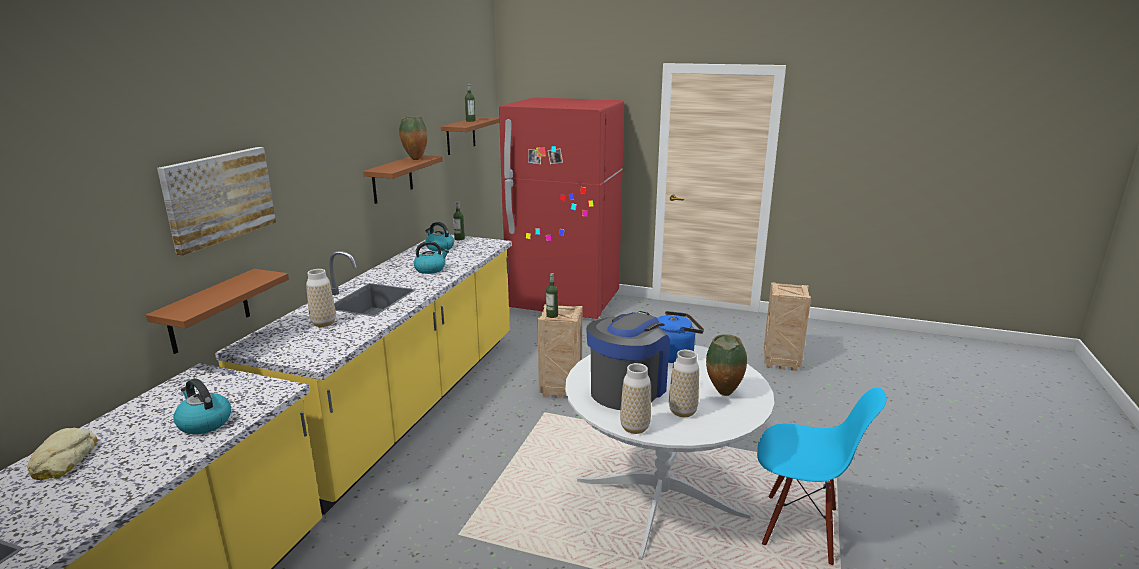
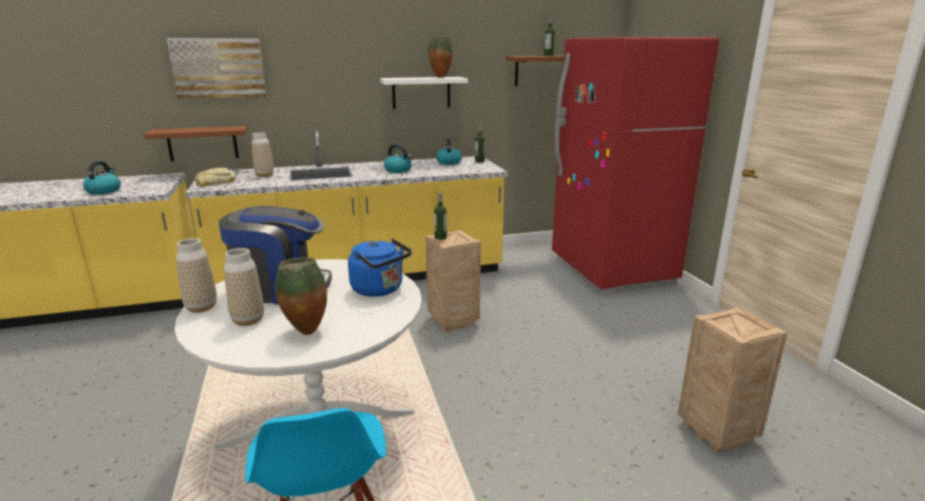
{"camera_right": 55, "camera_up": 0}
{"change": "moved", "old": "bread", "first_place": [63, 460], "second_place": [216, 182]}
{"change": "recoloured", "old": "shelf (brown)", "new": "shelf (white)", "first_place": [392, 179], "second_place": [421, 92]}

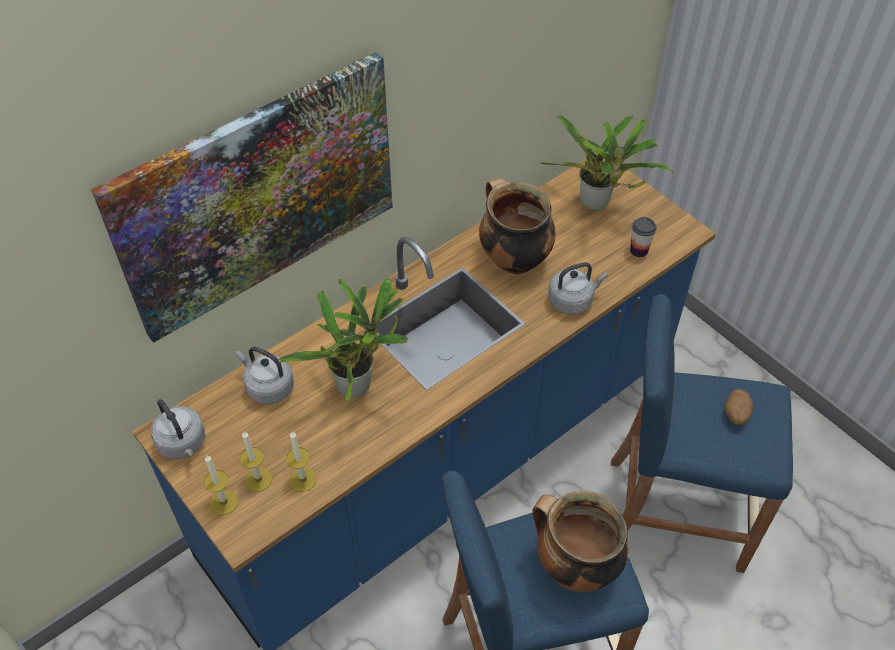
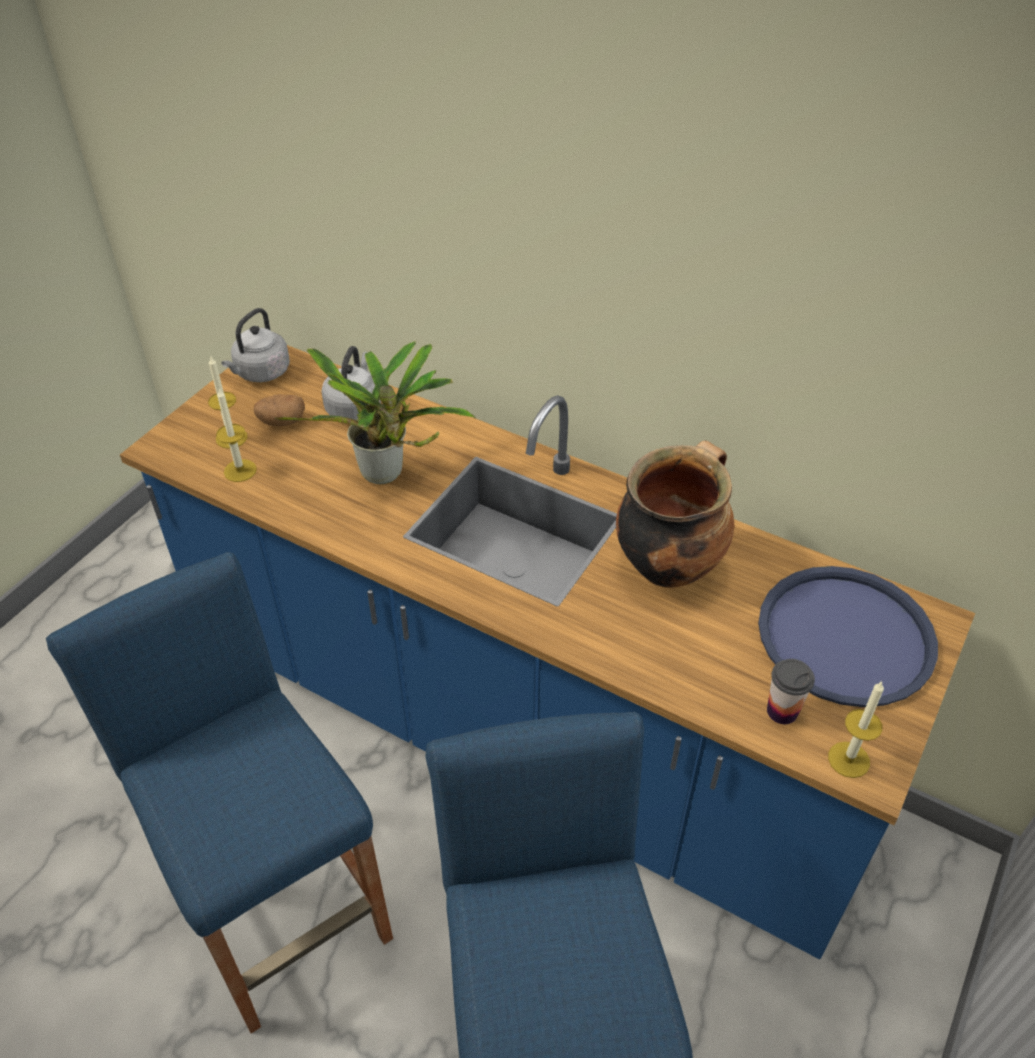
{"camera_right": 70, "camera_up": -5}
{"change": "moved", "old": "potato", "first_place": [736, 415], "second_place": [282, 421]}
{"change": "replaced", "old": "potted plant", "new": "tray (blue)", "first_place": [597, 205], "second_place": [845, 636]}
{"change": "moved", "old": "candle", "first_place": [224, 502], "second_place": [849, 759]}
{"change": "removed", "old": "picture", "first_place": [259, 196]}
{"change": "removed", "old": "cooking pot", "first_place": [574, 566]}
{"change": "removed", "old": "kettle (grey)", "first_place": [572, 300]}

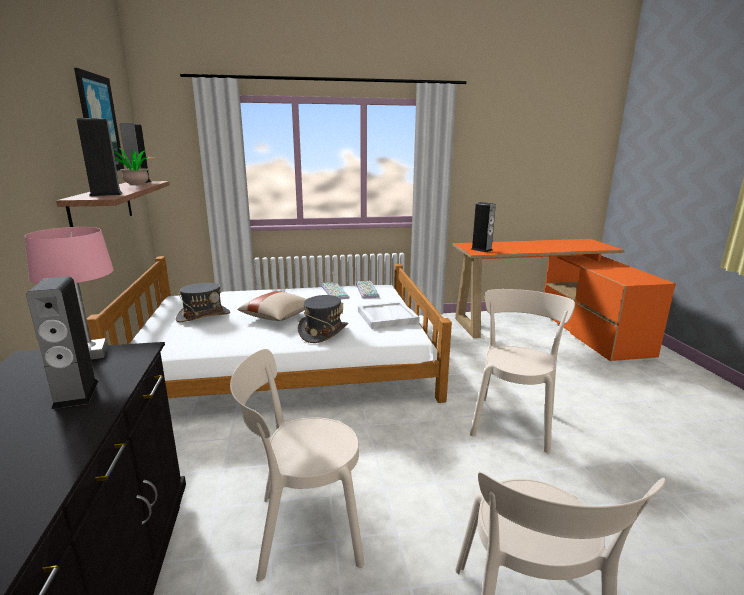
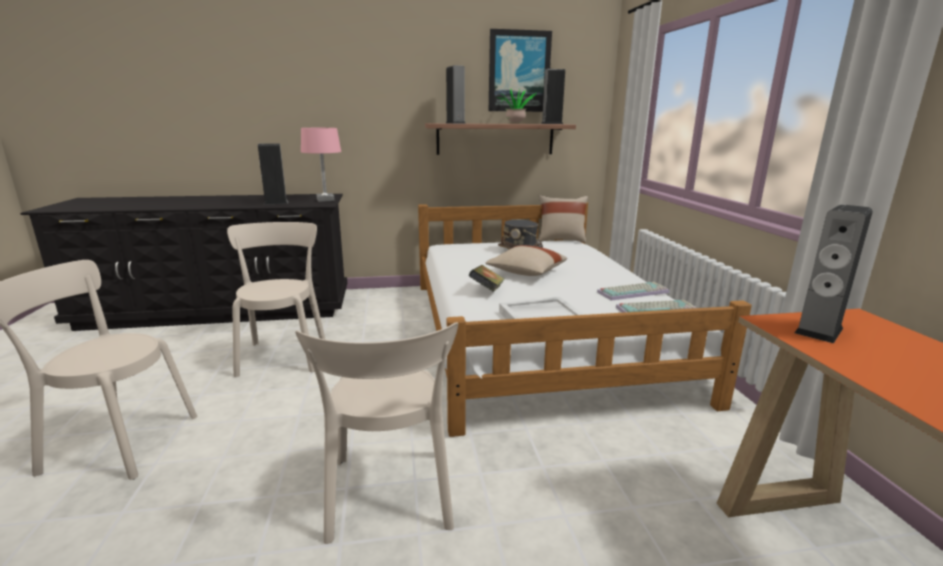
{"camera_right": 90, "camera_up": 0}
{"change": "turned", "old": "chair (beige)", "first_place": [513, 421], "second_place": [390, 498], "degrees": 60}
{"change": "replaced", "old": "hat (grey)", "new": "book", "first_place": [323, 332], "second_place": [487, 291]}
{"change": "added", "new": "pillow (beige)", "second_place": [561, 240]}

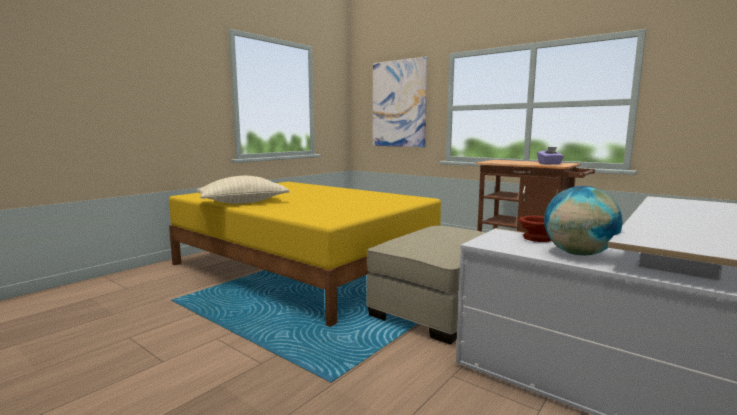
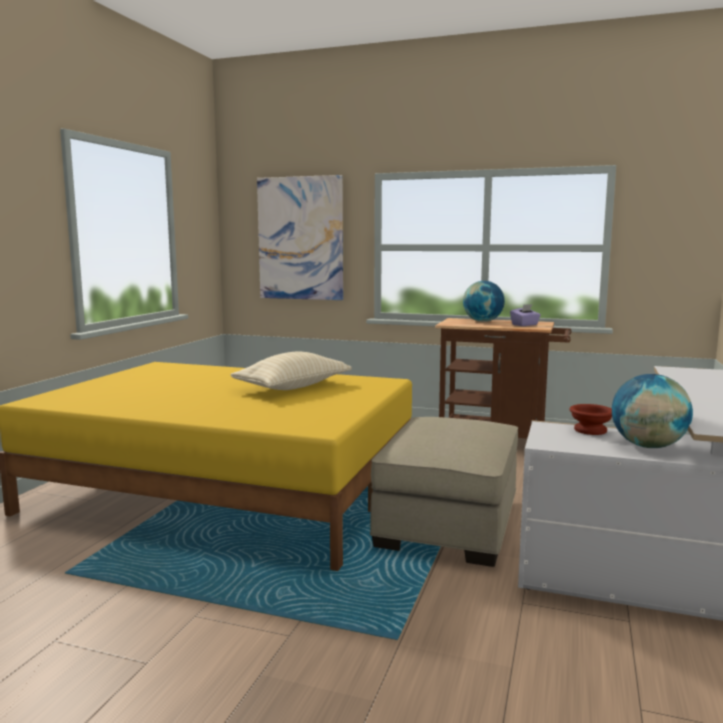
{"camera_right": -20, "camera_up": 0}
{"change": "moved", "old": "pillow (beige)", "first_place": [243, 202], "second_place": [293, 387]}
{"change": "added", "new": "globe", "second_place": [482, 321]}

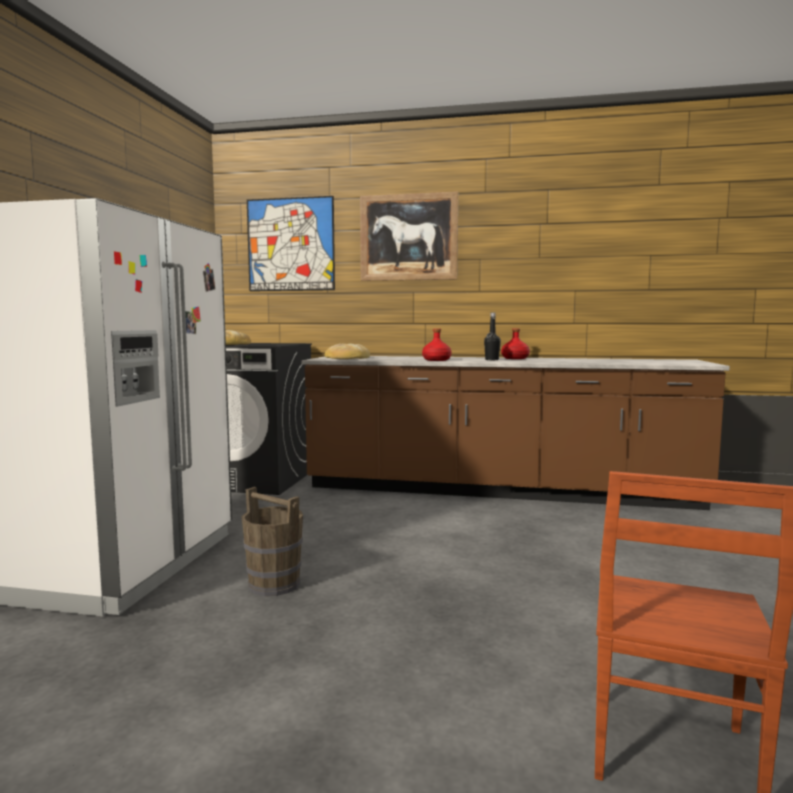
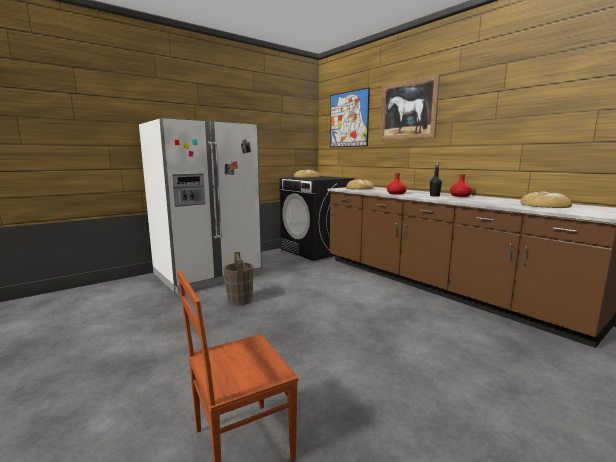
{"camera_right": 40, "camera_up": 5}
{"change": "added", "new": "bread", "second_place": [545, 205]}

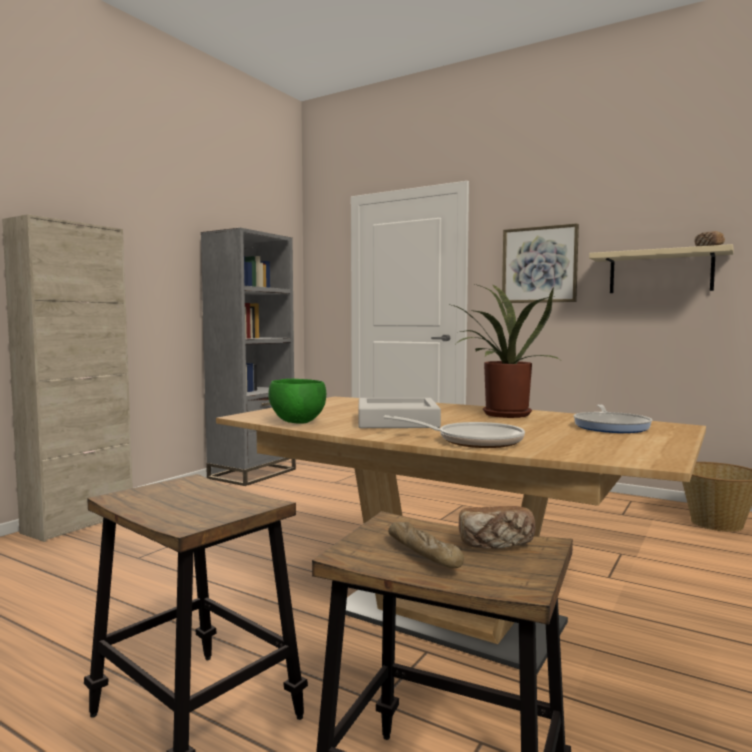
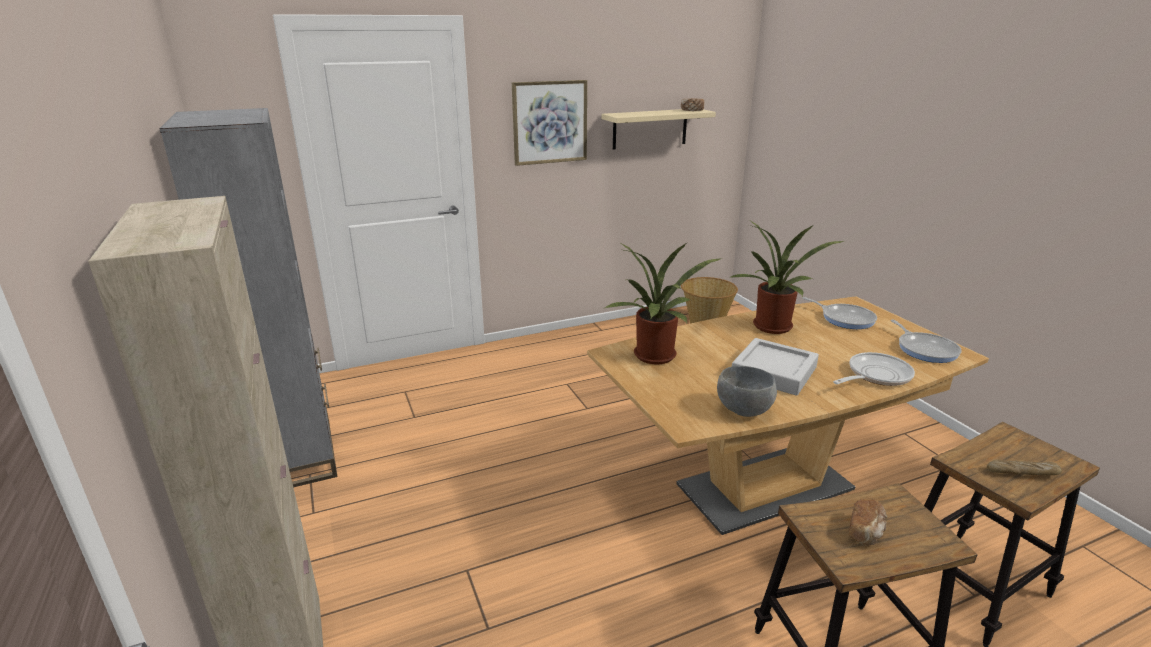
{"camera_right": -55, "camera_up": 20}
{"change": "added", "new": "potted plant", "second_place": [655, 358]}
{"change": "recoloured", "old": "bowl (green)", "new": "bowl (grey)", "first_place": [297, 422], "second_place": [744, 411]}
{"change": "moved", "old": "bread", "first_place": [495, 544], "second_place": [866, 532]}
{"change": "added", "new": "frying pan", "second_place": [925, 349]}

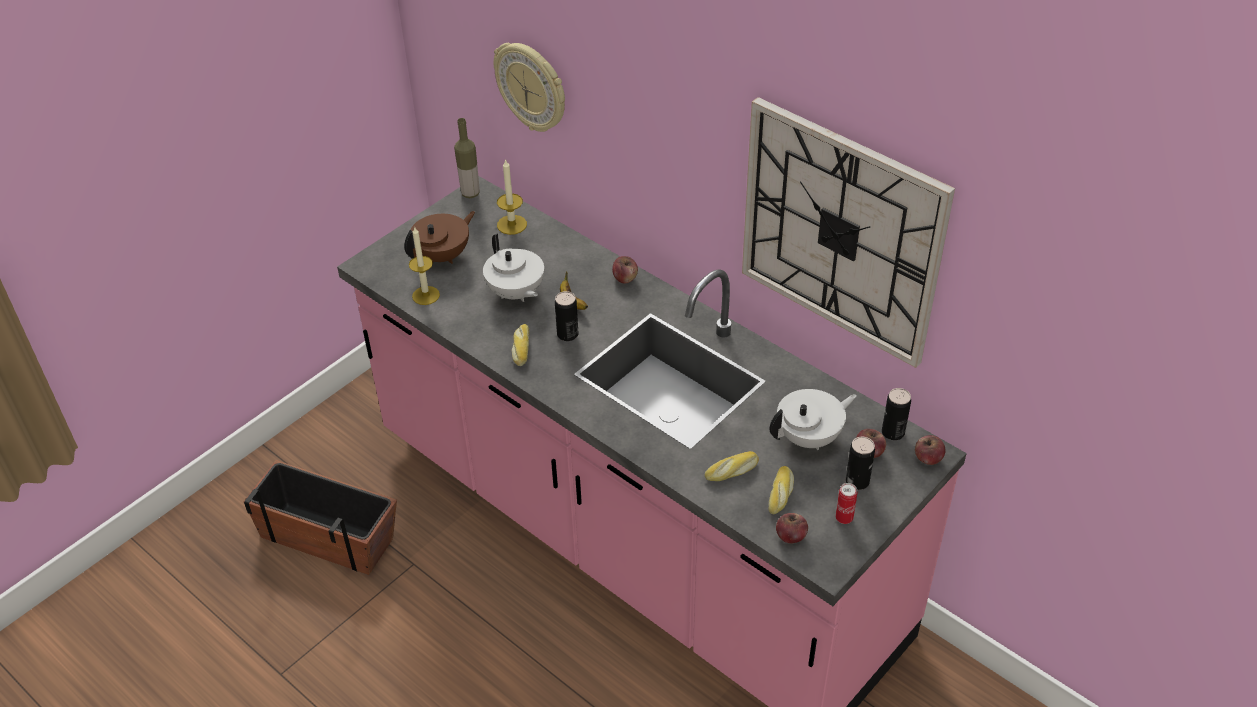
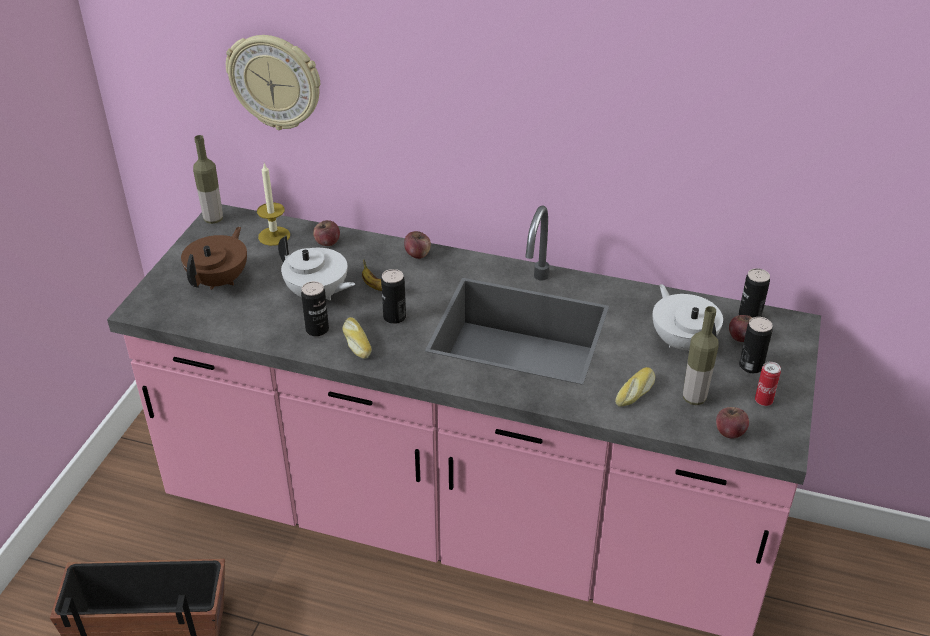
{"camera_right": -25, "camera_up": -5}
{"change": "added", "new": "can", "second_place": [317, 330]}
{"change": "moved", "old": "apple", "first_place": [927, 458], "second_place": [327, 242]}
{"change": "turned", "old": "teapot (white)", "first_place": [810, 437], "second_place": [683, 342], "degrees": -60}
{"change": "replaced", "old": "bread", "new": "bottle", "first_place": [781, 494], "second_place": [694, 398]}
{"change": "removed", "old": "candle", "first_place": [426, 295]}
{"change": "removed", "old": "wall clock", "first_place": [841, 232]}

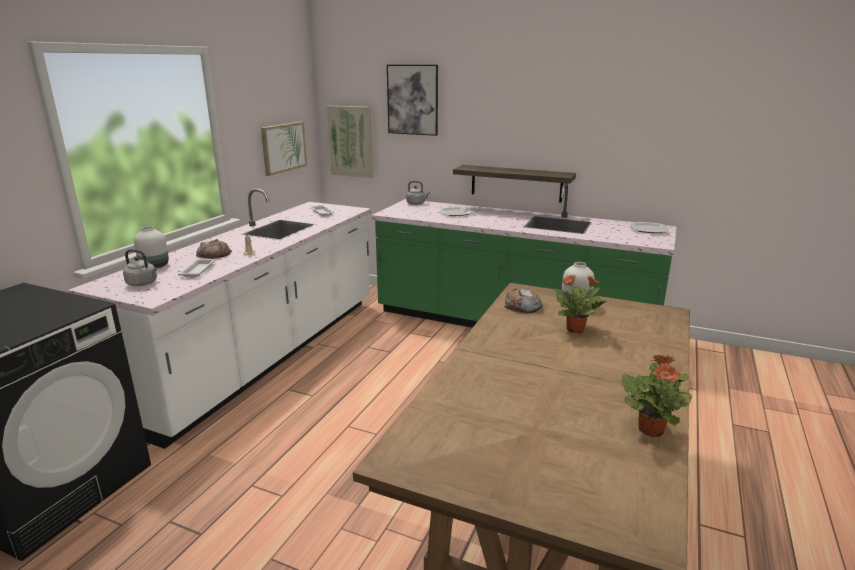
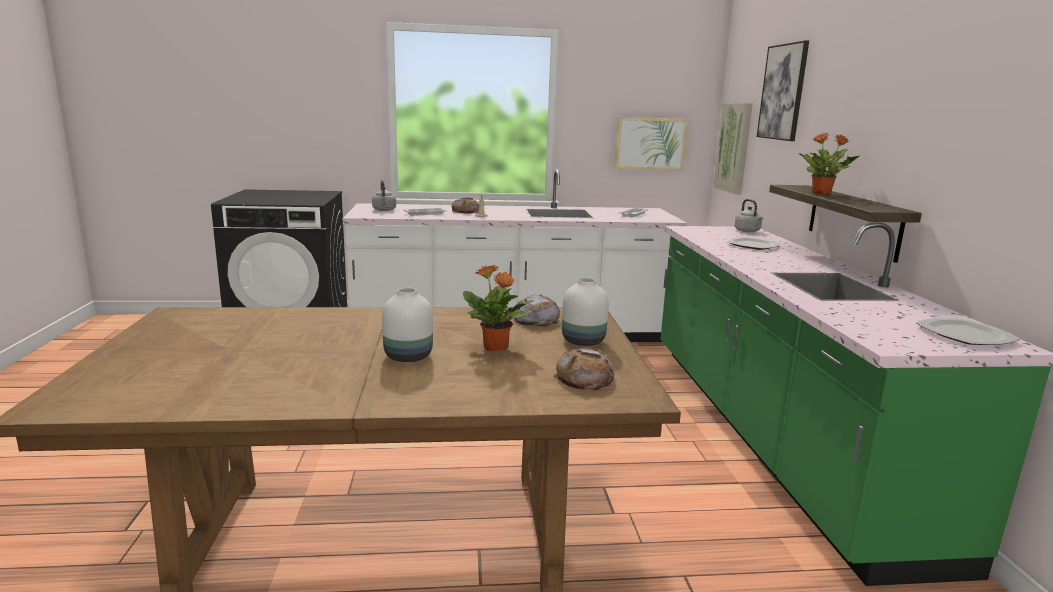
{"camera_right": 60, "camera_up": -5}
{"change": "moved", "old": "vase (white)", "first_place": [155, 266], "second_place": [408, 357]}
{"change": "added", "new": "bread", "second_place": [585, 377]}
{"change": "moved", "old": "potted plant", "first_place": [651, 429], "second_place": [822, 194]}

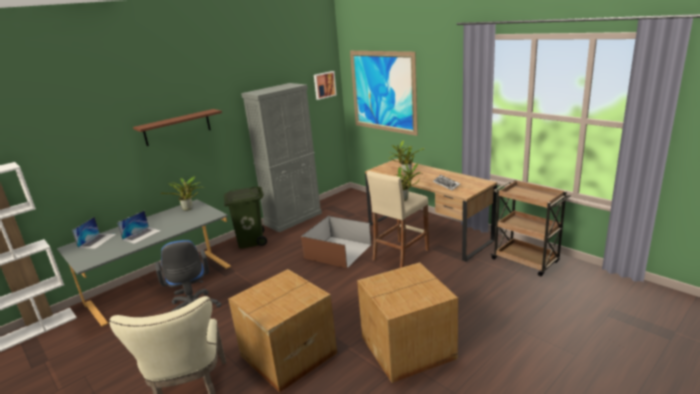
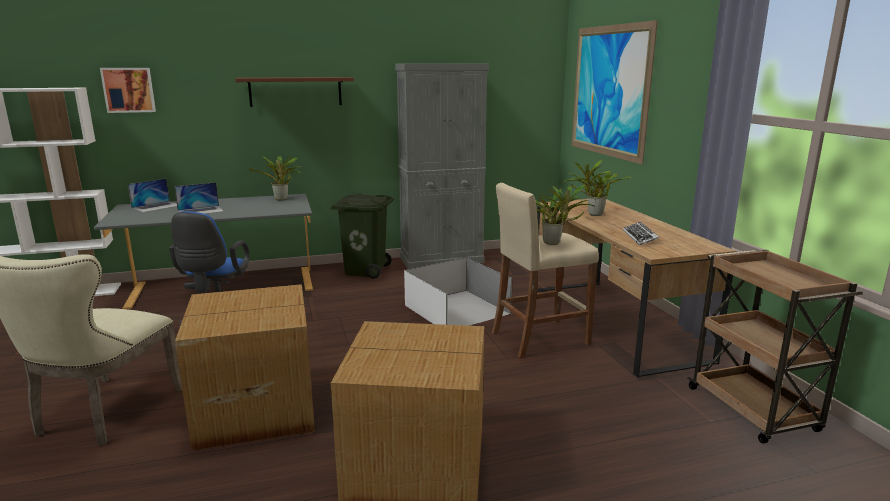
{"camera_right": 25, "camera_up": -5}
{"change": "moved", "old": "picture", "first_place": [324, 85], "second_place": [129, 90]}
{"change": "recoloured", "old": "storage box (brown)", "new": "storage box (white)", "first_place": [337, 251], "second_place": [456, 310]}

